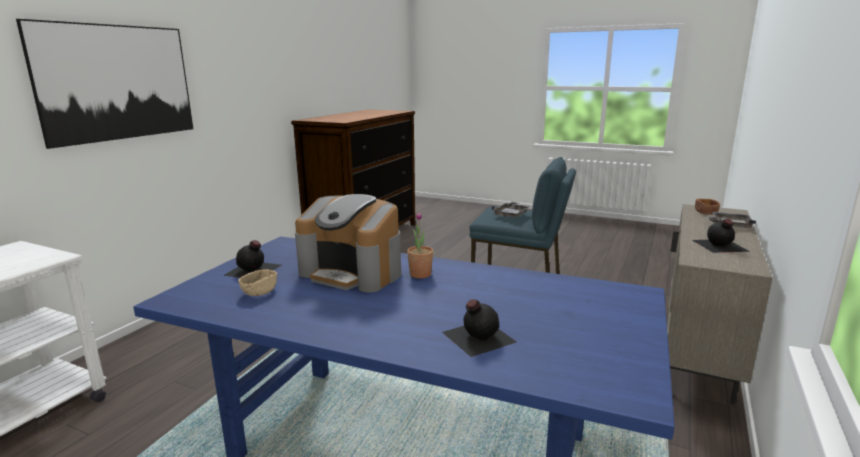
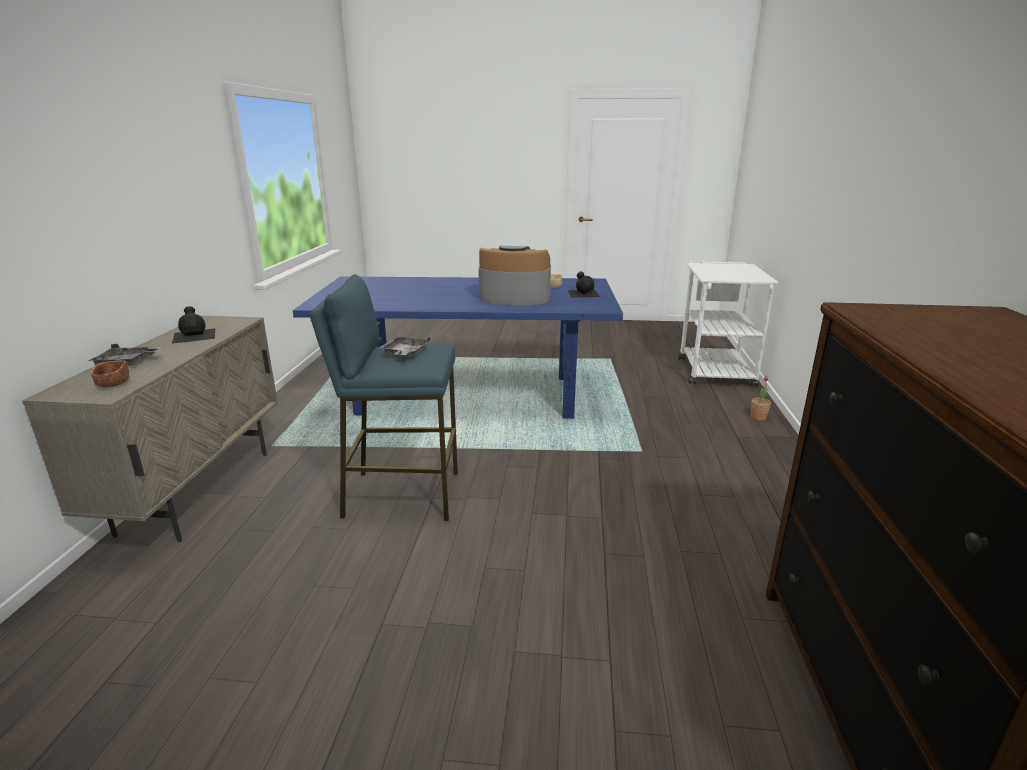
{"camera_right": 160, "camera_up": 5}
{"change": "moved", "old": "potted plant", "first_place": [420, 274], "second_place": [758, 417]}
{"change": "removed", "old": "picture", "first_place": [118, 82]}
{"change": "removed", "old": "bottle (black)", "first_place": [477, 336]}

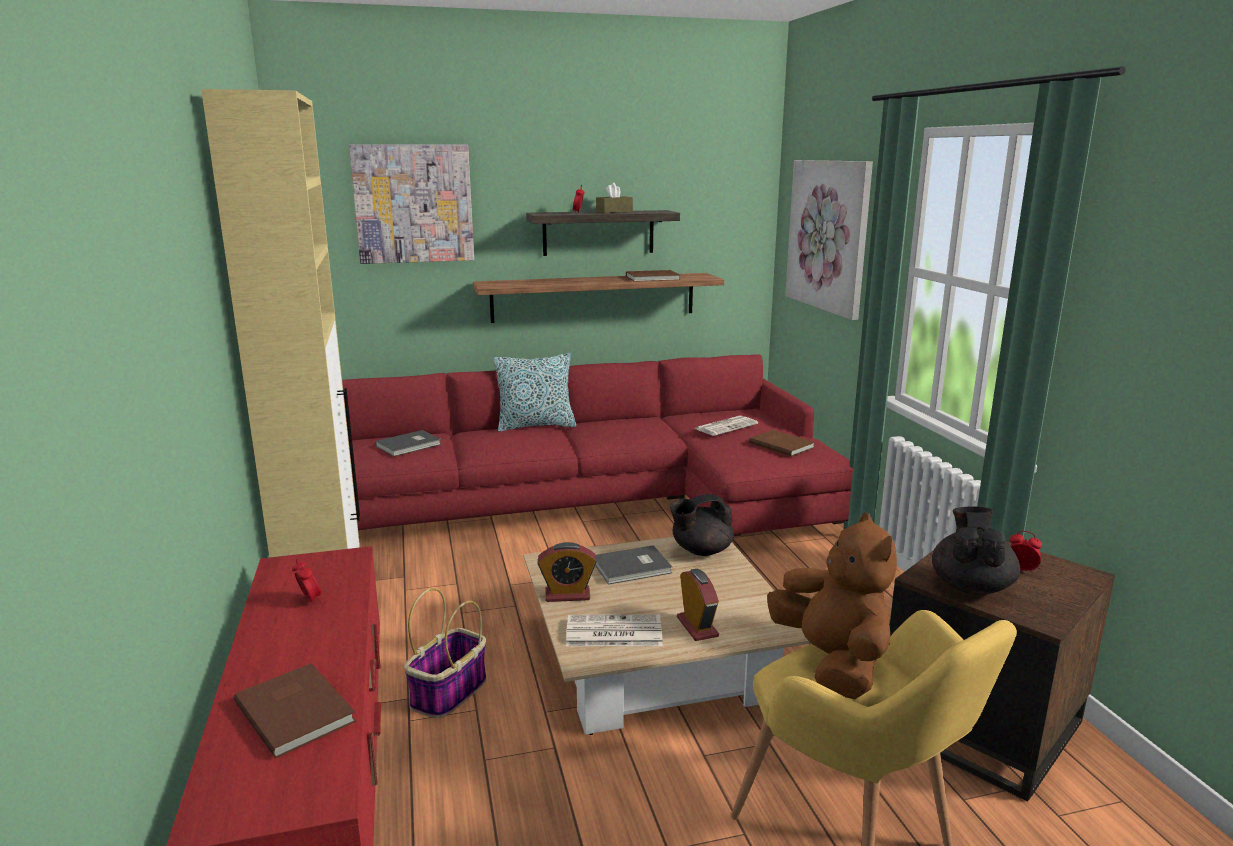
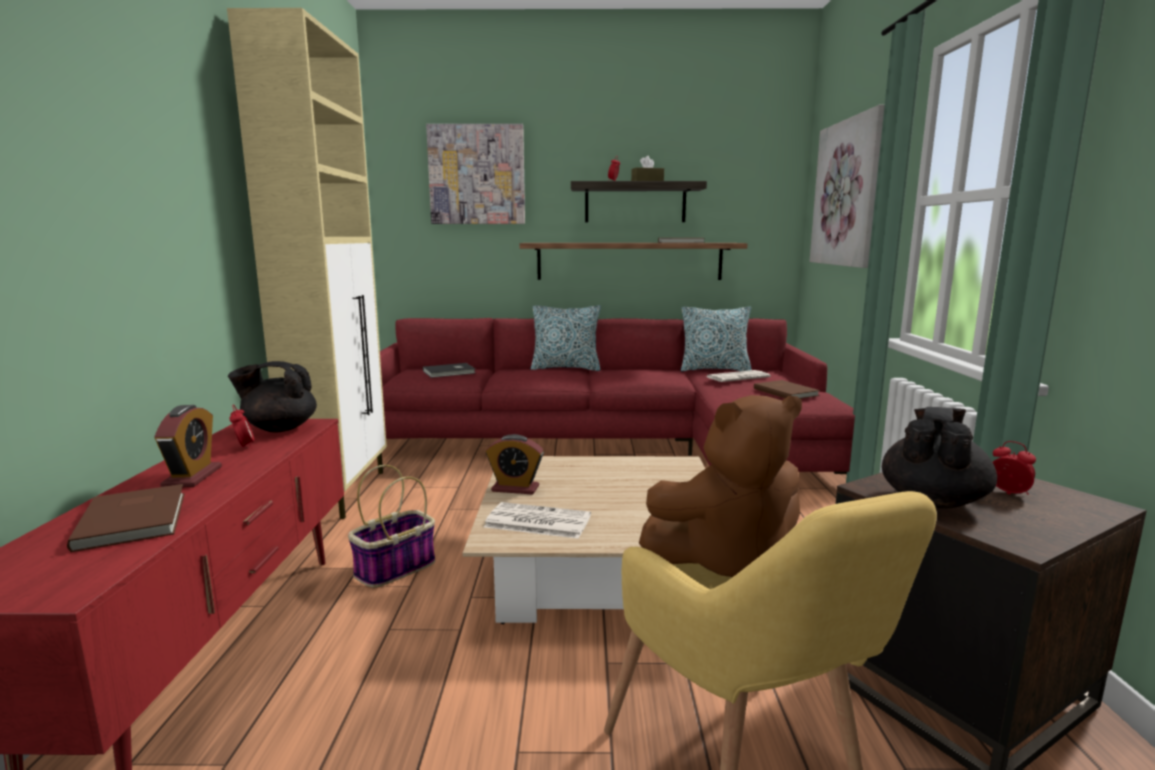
{"camera_right": 15, "camera_up": -5}
{"change": "moved", "old": "alarm clock", "first_place": [697, 627], "second_place": [192, 477]}
{"change": "moved", "old": "teapot (black)", "first_place": [700, 550], "second_place": [279, 428]}
{"change": "turned", "old": "plush toy (brown)", "first_place": [832, 663], "second_place": [727, 559], "degrees": 75}
{"change": "added", "new": "pillow", "second_place": [714, 369]}
{"change": "removed", "old": "book (grey)", "first_place": [633, 568]}

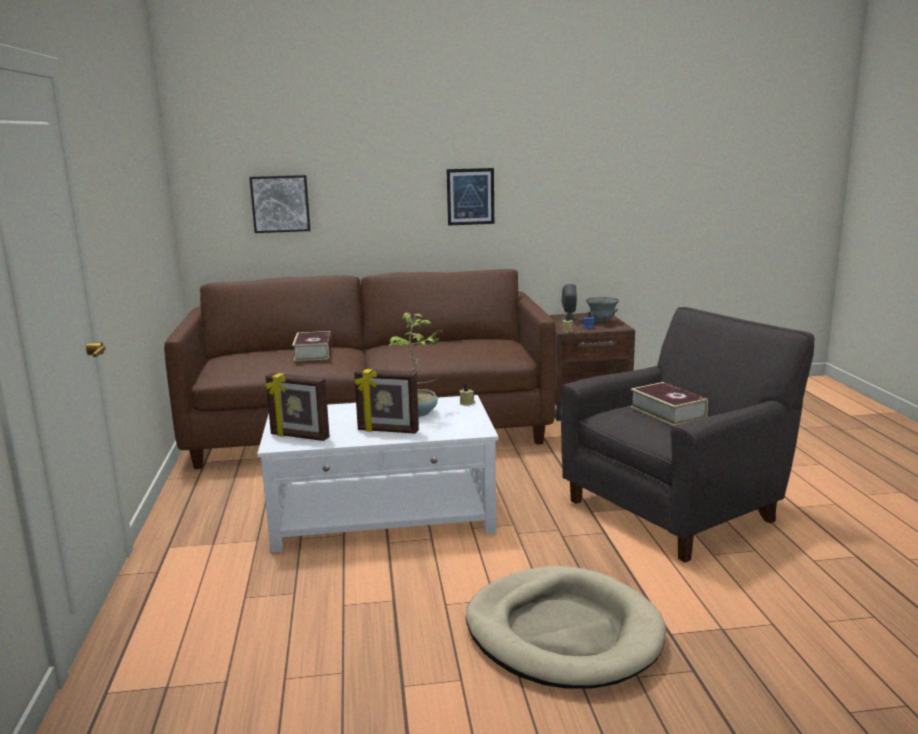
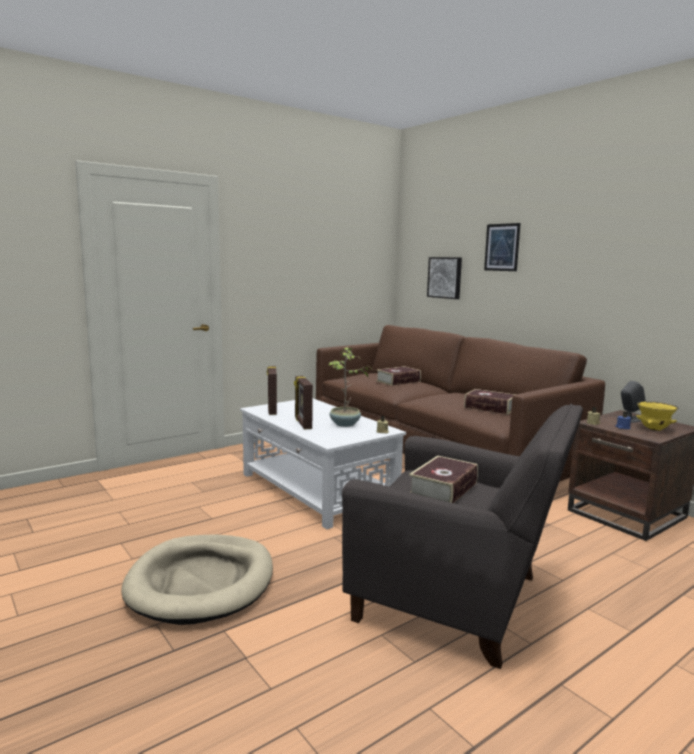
{"camera_right": 60, "camera_up": -5}
{"change": "added", "new": "book", "second_place": [490, 408]}
{"change": "moved", "old": "picture", "first_place": [470, 196], "second_place": [502, 247]}
{"change": "recoloured", "old": "bowl (grey)", "new": "bowl (yellow)", "first_place": [602, 322], "second_place": [654, 429]}

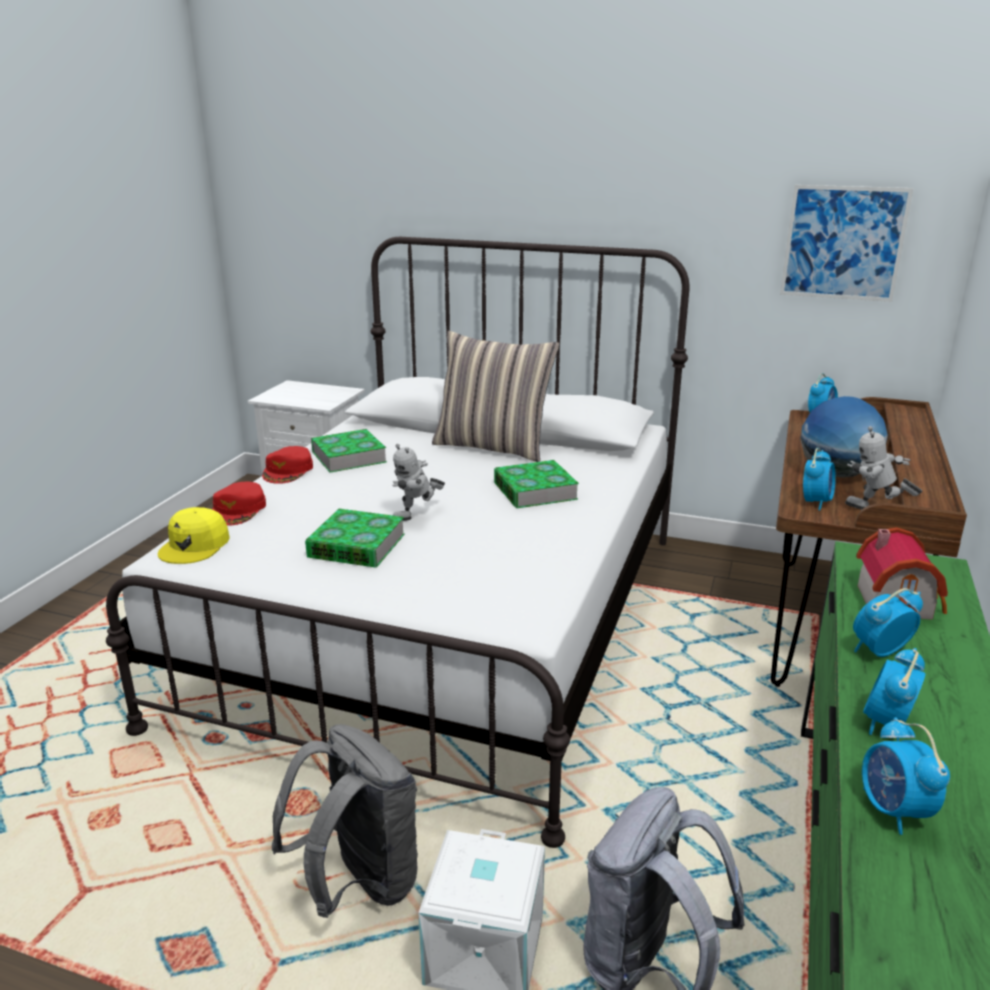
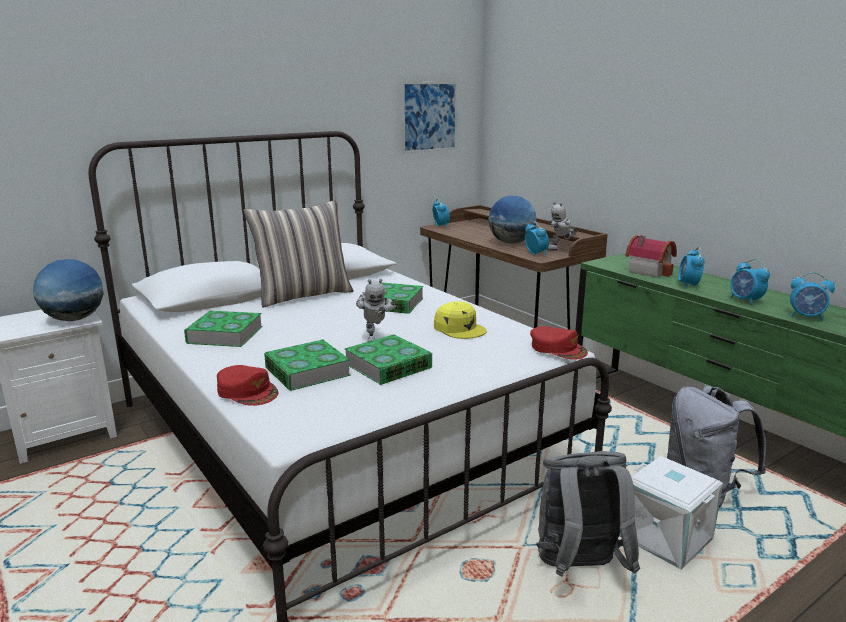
{"camera_right": -55, "camera_up": -5}
{"change": "added", "new": "globe", "second_place": [74, 319]}
{"change": "added", "new": "book", "second_place": [307, 371]}
{"change": "moved", "old": "cap (yellow)", "first_place": [195, 545], "second_place": [459, 328]}
{"change": "moved", "old": "cap (red)", "first_place": [288, 471], "second_place": [558, 348]}

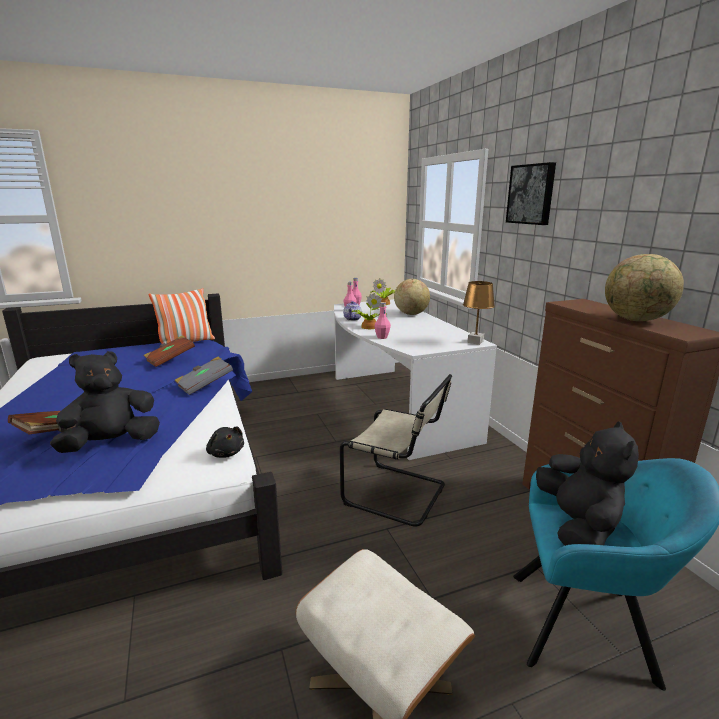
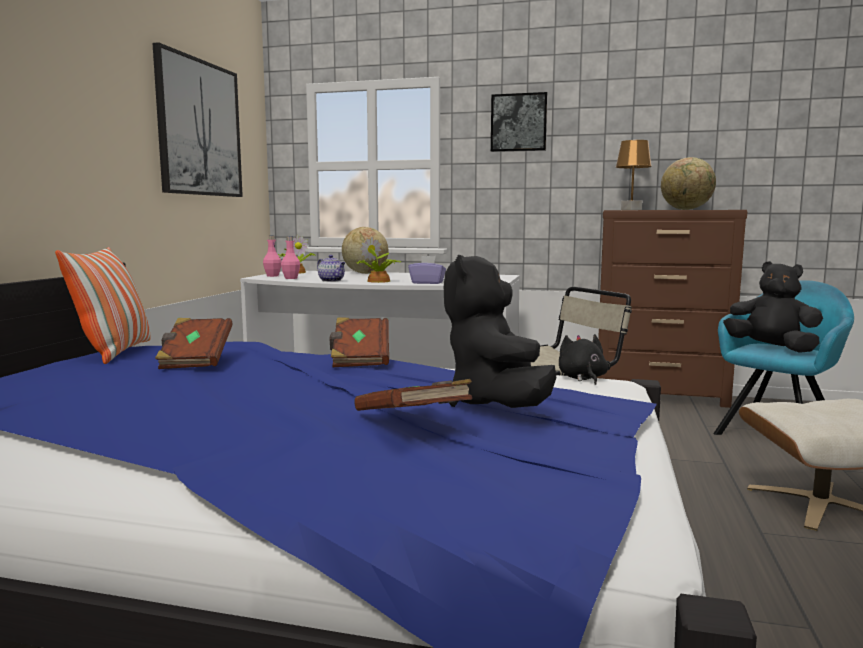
{"camera_right": -55, "camera_up": -10}
{"change": "added", "new": "picture", "second_place": [199, 128]}
{"change": "recoloured", "old": "book (grey)", "new": "book (brown)", "first_place": [204, 385], "second_place": [359, 358]}
{"change": "replaced", "old": "bottle (pink)", "new": "tissue box (purple)", "first_place": [382, 337], "second_place": [427, 283]}
{"change": "turned", "old": "plush toy (black)", "first_place": [226, 453], "second_place": [582, 378], "degrees": -90}
{"change": "moved", "old": "table lamp (brown)", "first_place": [475, 342], "second_place": [630, 210]}

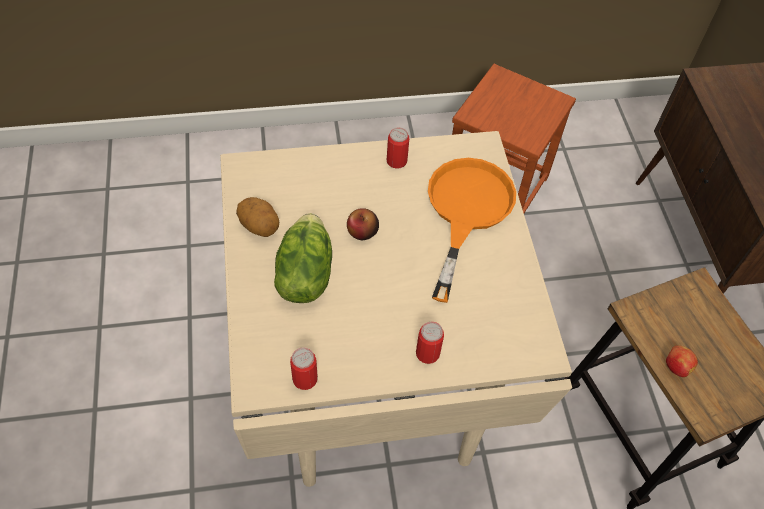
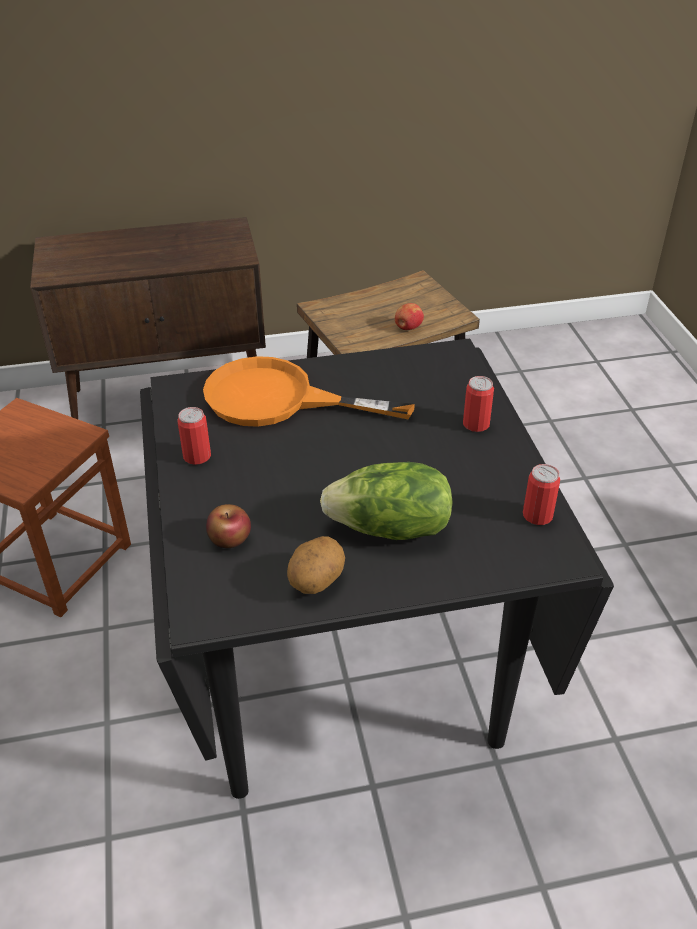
{"camera_right": -90, "camera_up": -15}
{"change": "recoloured", "old": "dining table (beige)", "new": "dining table (black)", "first_place": [371, 379], "second_place": [350, 684]}
{"change": "moved", "old": "apple", "first_place": [362, 232], "second_place": [230, 538]}

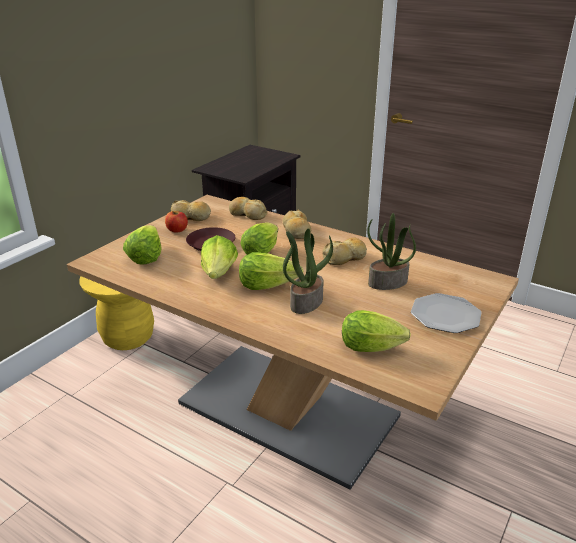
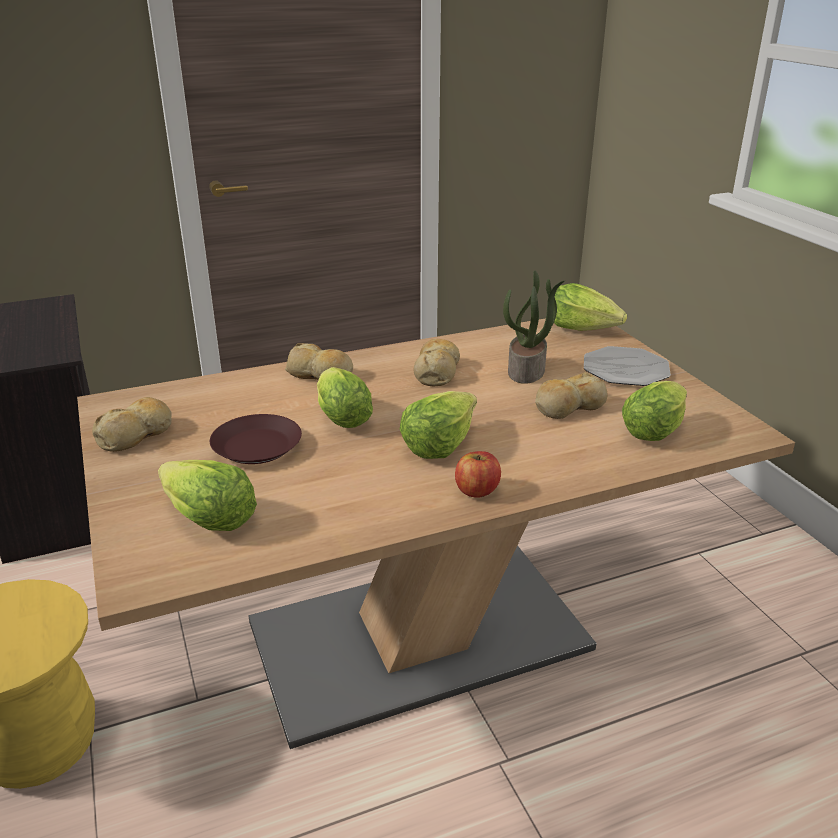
{"camera_right": -55, "camera_up": 0}
{"change": "moved", "old": "apple", "first_place": [177, 230], "second_place": [476, 490]}
{"change": "moved", "old": "bread", "first_place": [247, 214], "second_place": [568, 406]}
{"change": "moved", "old": "lettuce", "first_place": [219, 273], "second_place": [583, 328]}
{"change": "removed", "old": "potted plant", "first_place": [306, 302]}

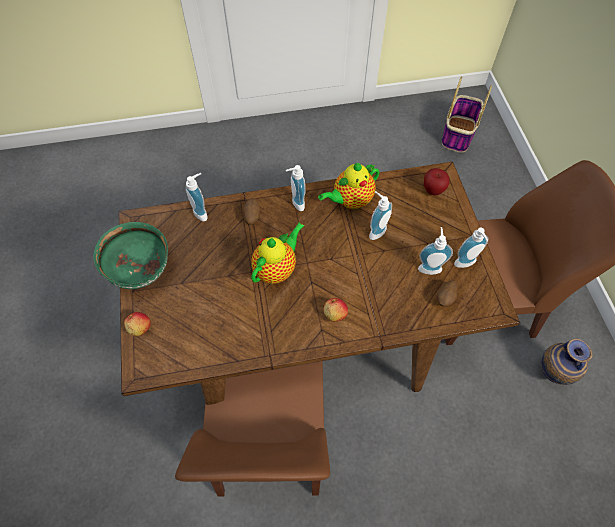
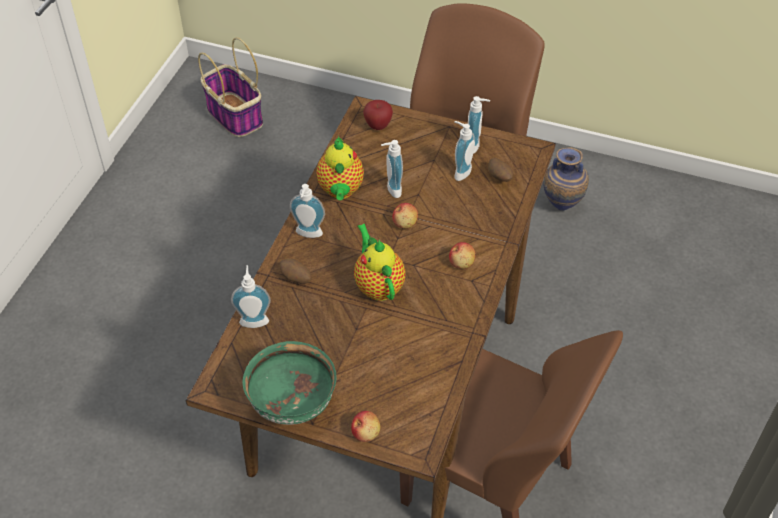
{"camera_right": -60, "camera_up": -10}
{"change": "added", "new": "apple", "second_place": [405, 223]}

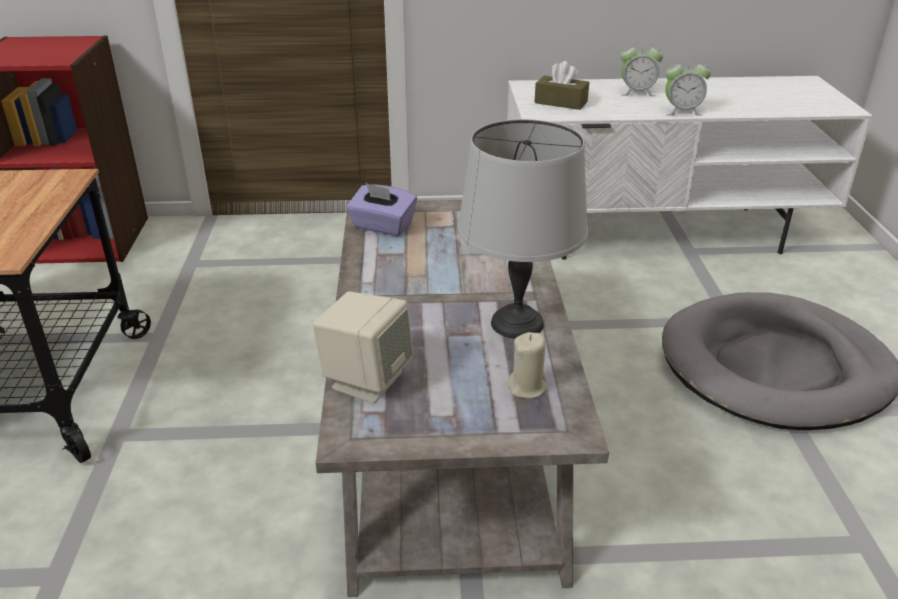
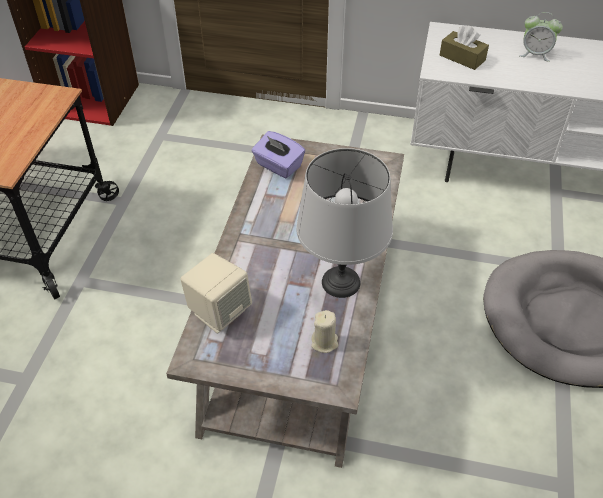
{"camera_right": 15, "camera_up": 15}
{"change": "removed", "old": "alarm clock", "first_place": [682, 111]}

